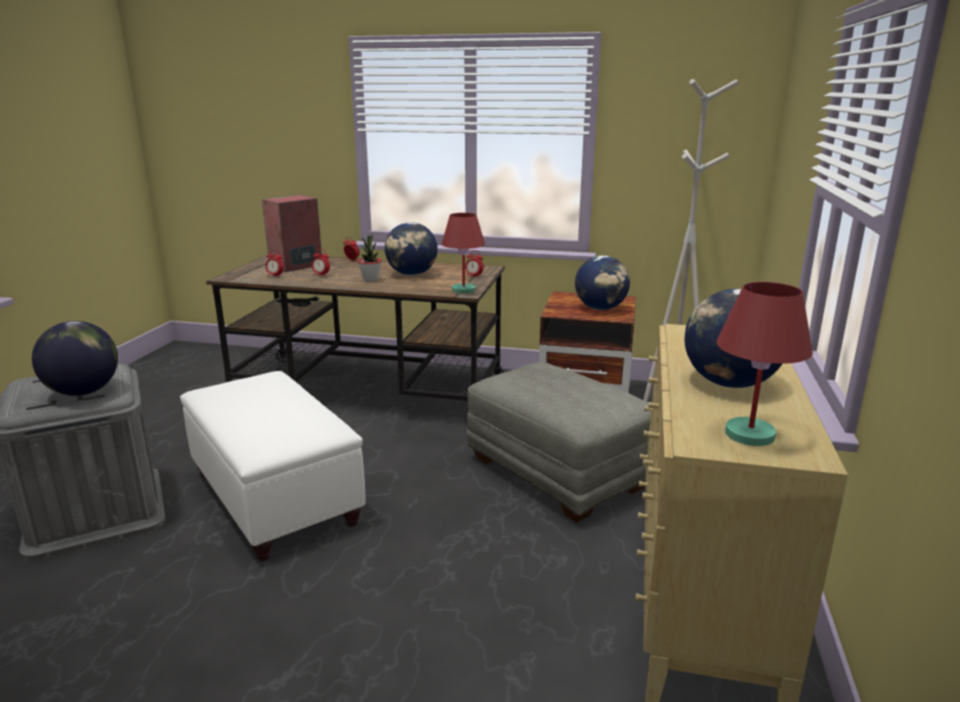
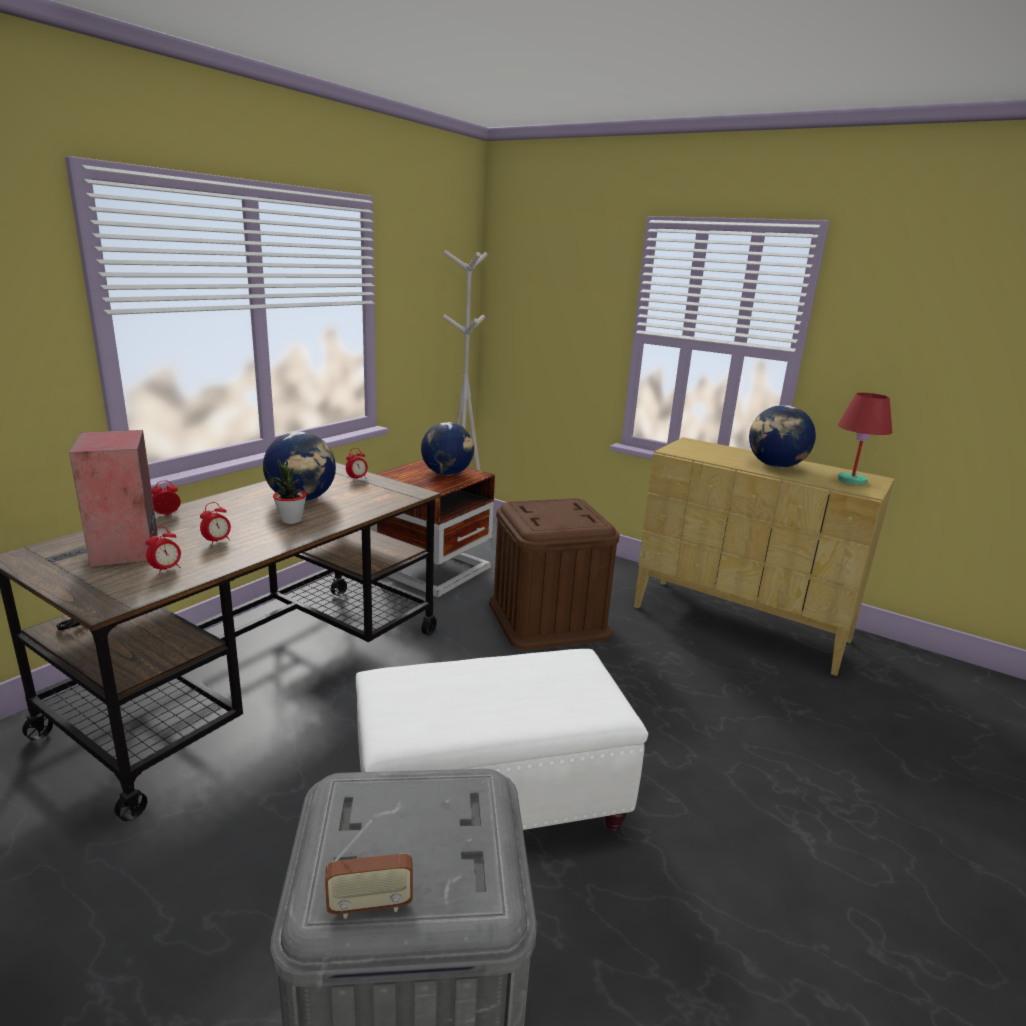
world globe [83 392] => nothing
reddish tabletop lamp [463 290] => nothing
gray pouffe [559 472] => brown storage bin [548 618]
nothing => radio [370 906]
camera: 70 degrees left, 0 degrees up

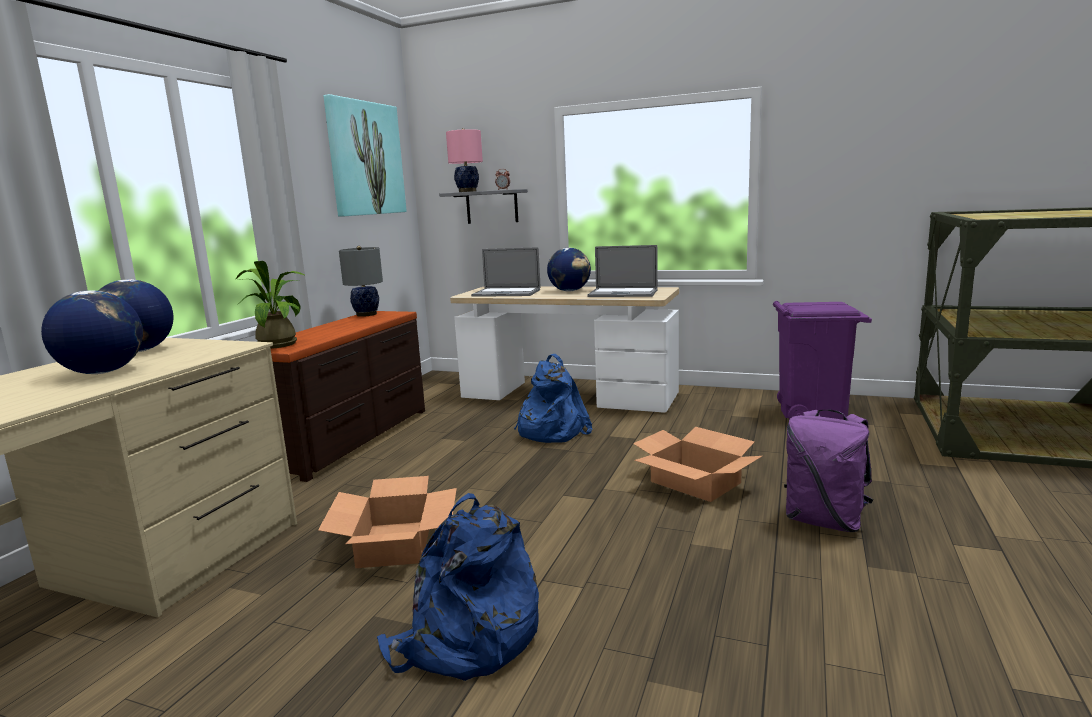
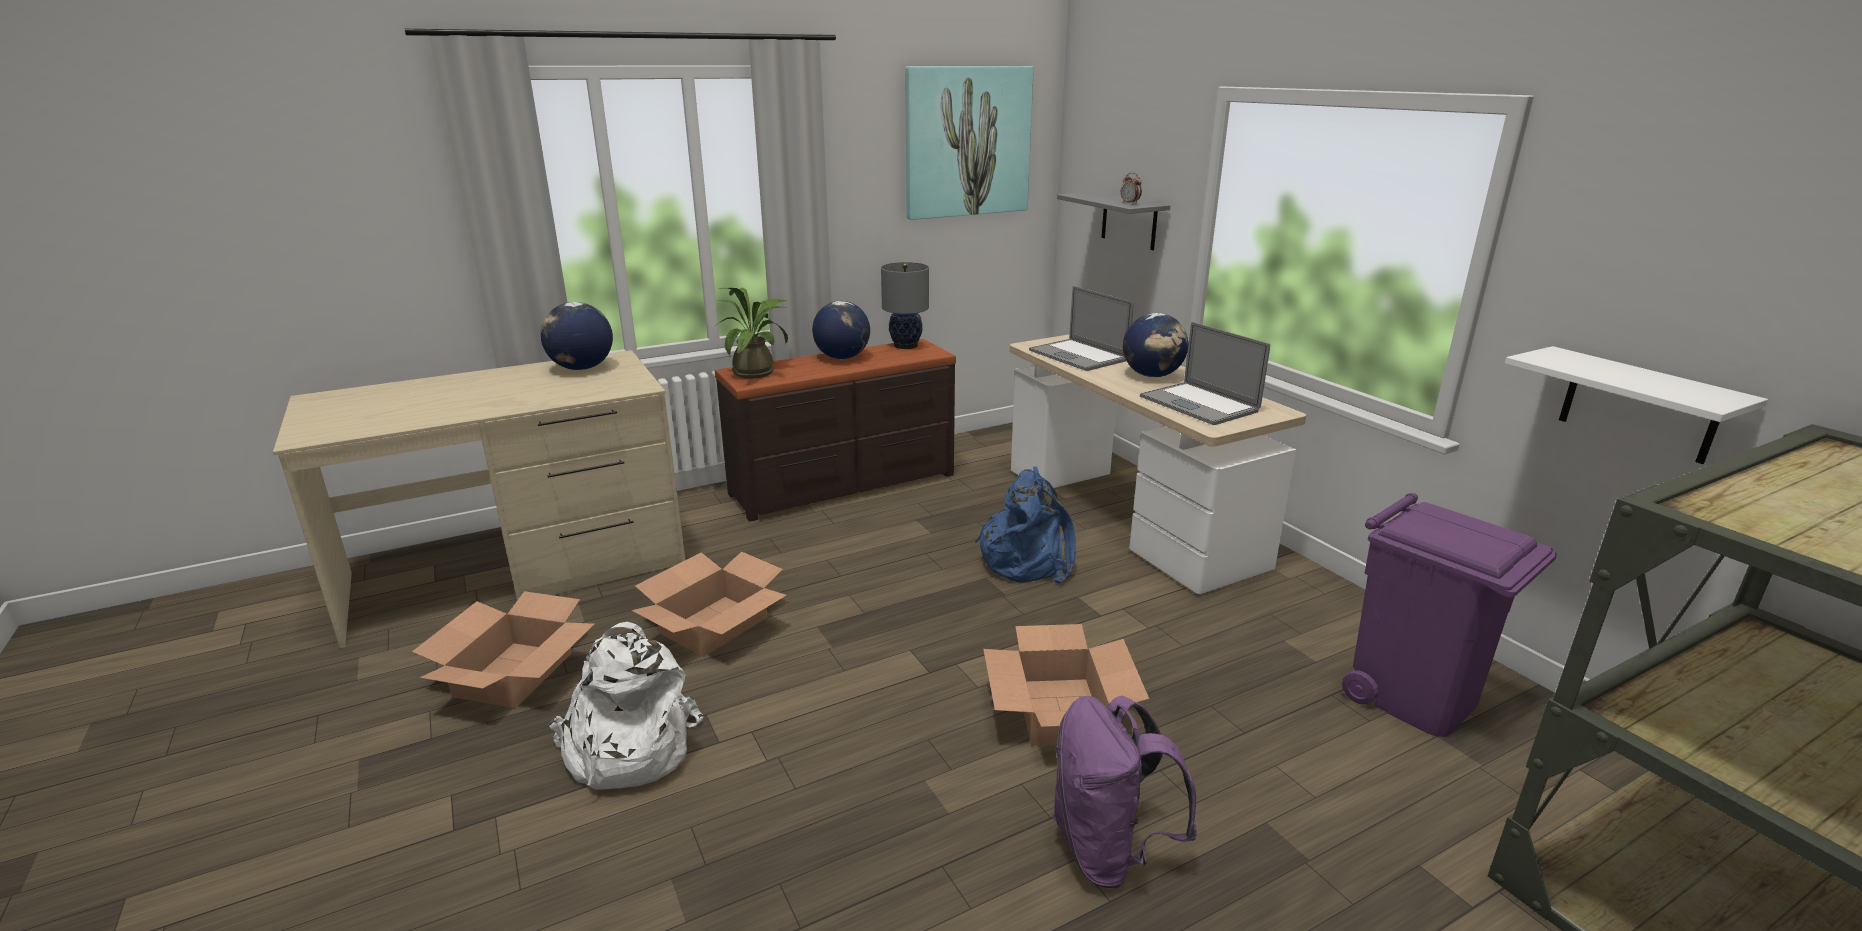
world globe [102 372] => world globe [842 357], shifted
bluish backpack [466 640] => white backpack [627 749]
pink-coloured tabletop lamp [467 191] => nothing
nothing => cardboard box [514 674]
nothing => white wall shelf [1639 405]
camera: 40 degrees right, 10 degrees up

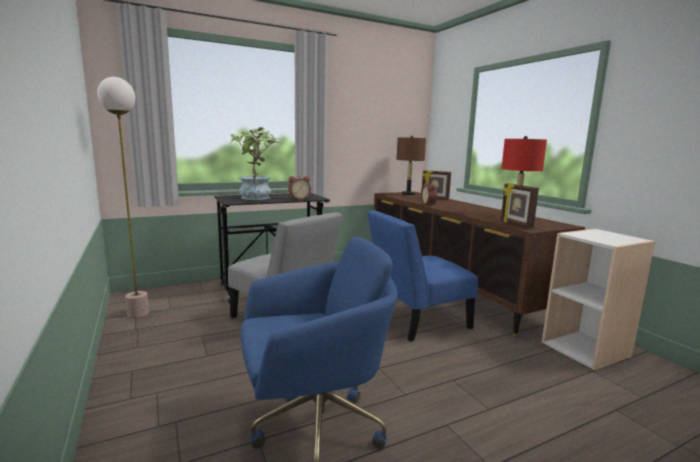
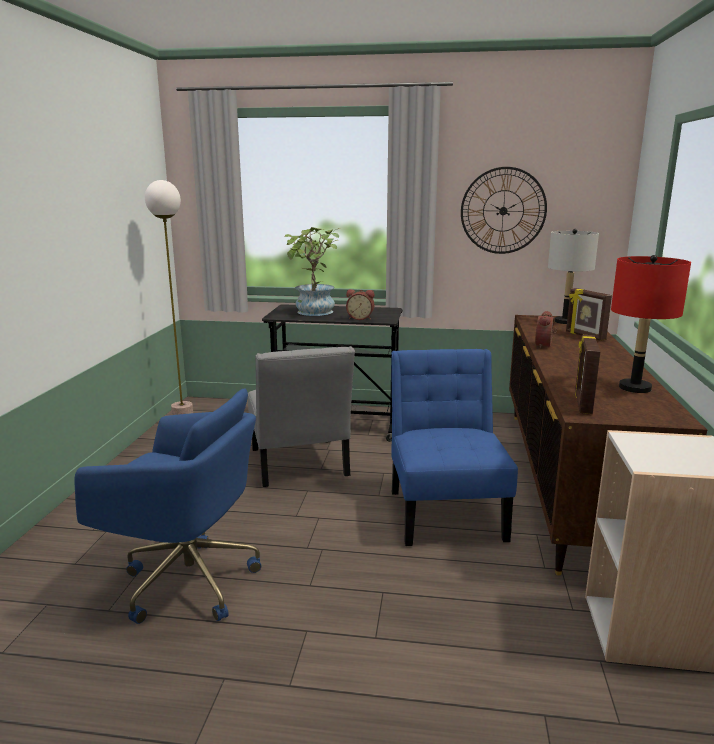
bluish chair [416 321] => bluish chair [445 511], 75 degrees clockwise
brown tabletop lamp [408 194] => gray tabletop lamp [565 321]
nothing => hanging clock [503 211]
camera: 35 degrees right, 5 degrees up

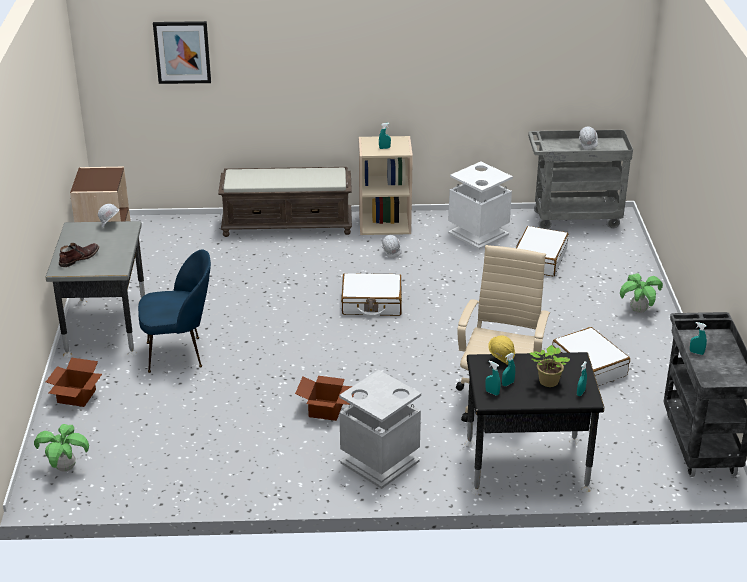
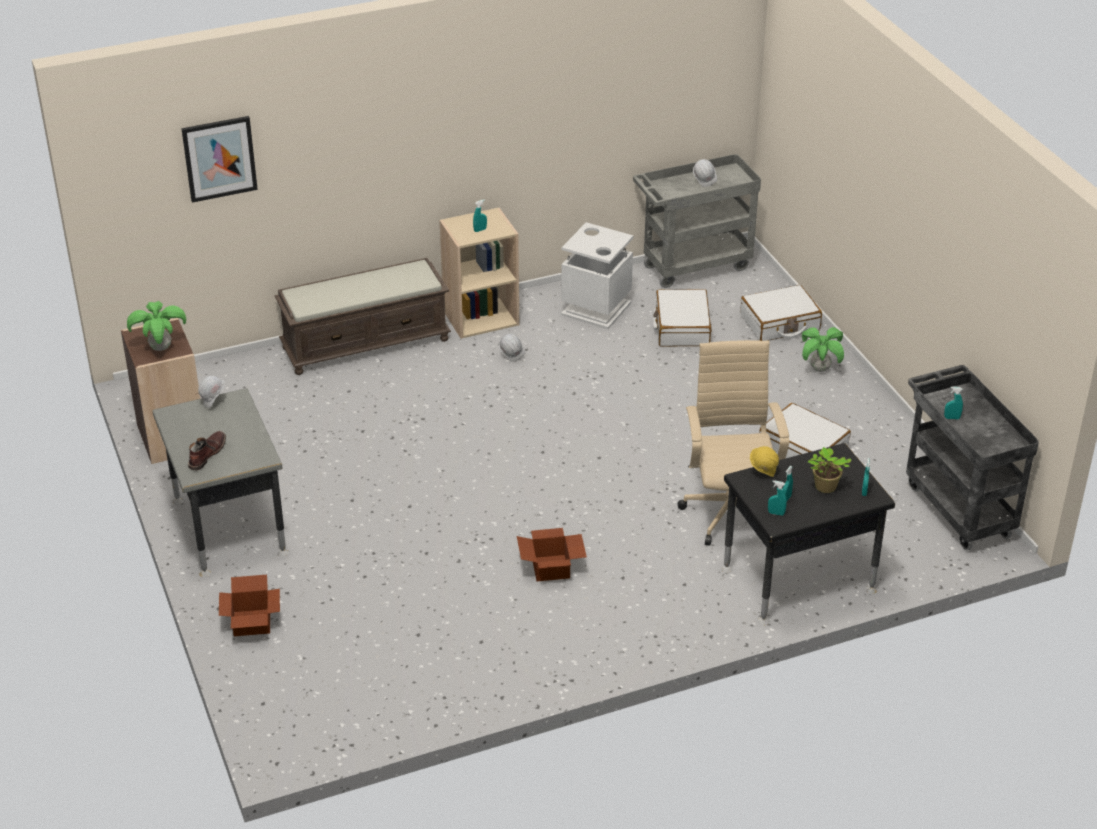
houseplant [66 468] => houseplant [161 348], shifted
bluish chair [180 354] => nothing
gray rubbish bin [379 462] => nothing
white travel case [371 303] => white travel case [779 323], shifted
camera: 20 degrees left, 5 degrees up

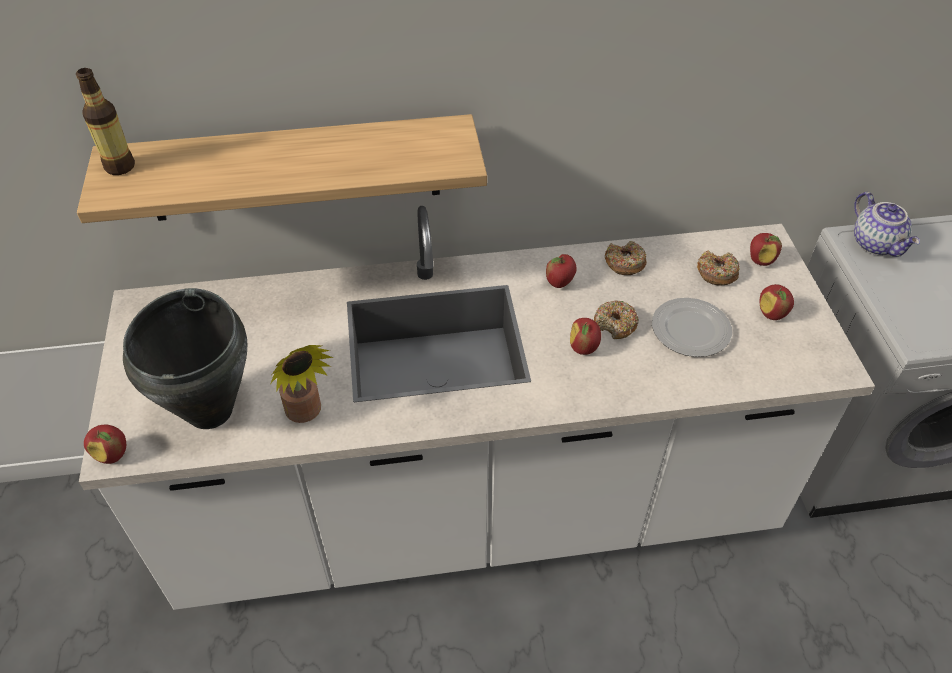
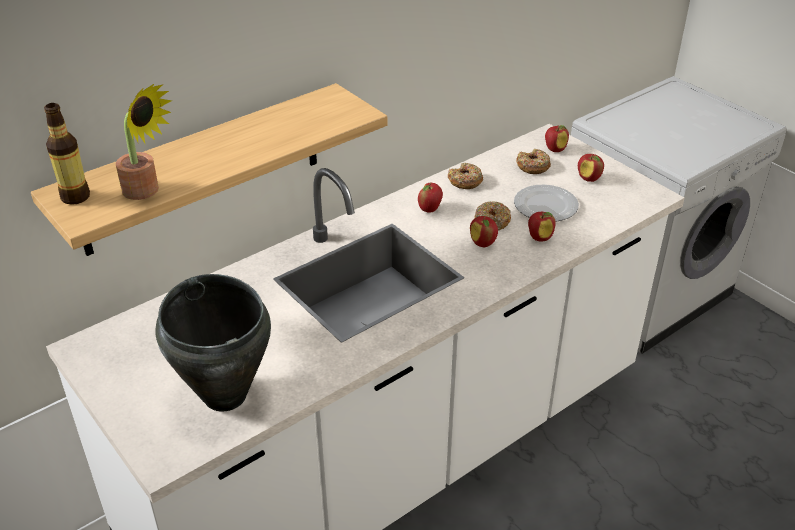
whole apple [112 454] => whole apple [539 237], shifted
houseplant [306 413] => houseplant [146 191], shifted
pot for tea [877 244] => nothing
camera: 30 degrees left, 10 degrees down

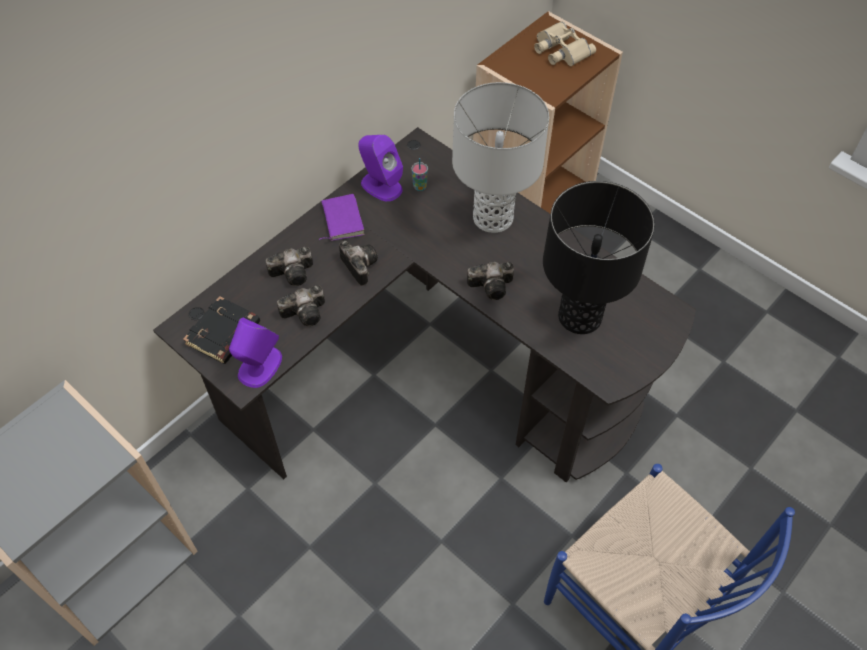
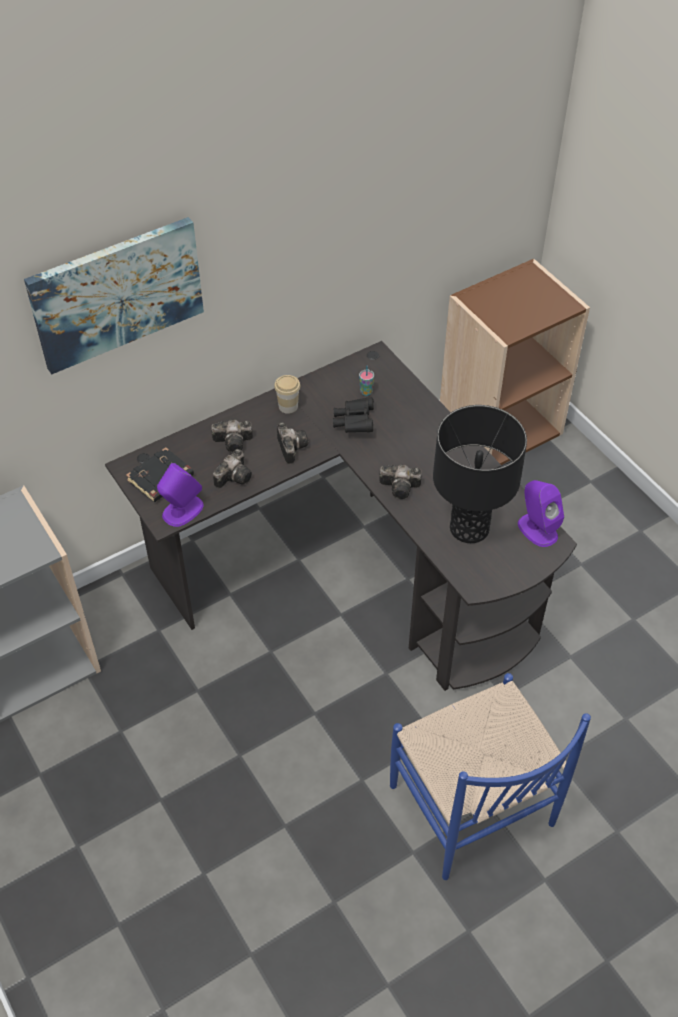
still camera [307 312] => still camera [235 476], 45 degrees counterclockwise
purple book [341 220] => cup [288 406]
purple audio speaker [381 186] => purple audio speaker [537 529], shifted
white tabletop lamp [493 218] => nothing
beige-coloured field glasses [560 50] => nothing
nothing => picture [117 293]
nothing => black-coloured field glasses [354 423]
camera: 15 degrees right, 5 degrees down

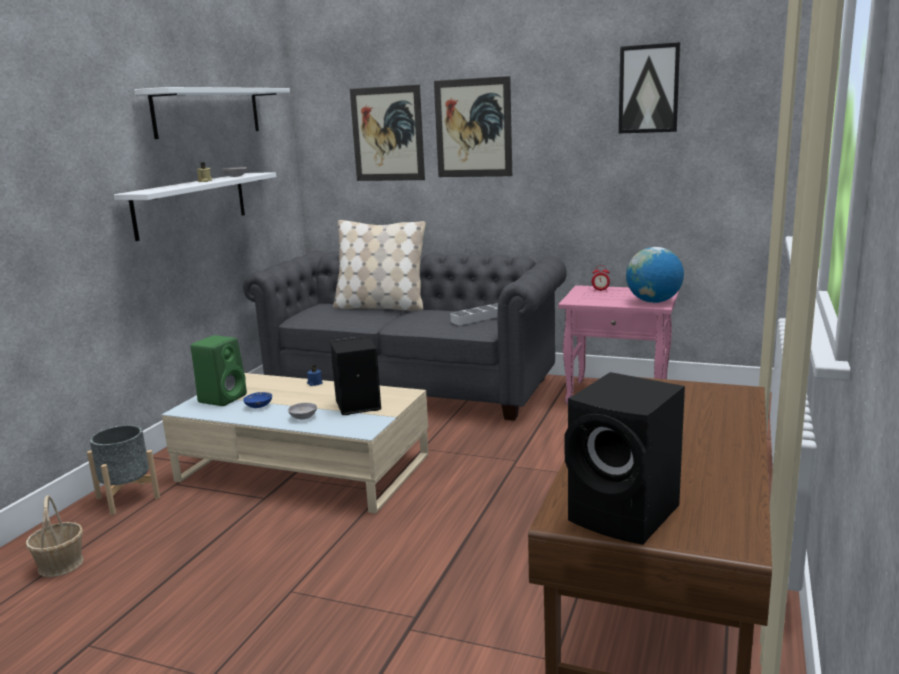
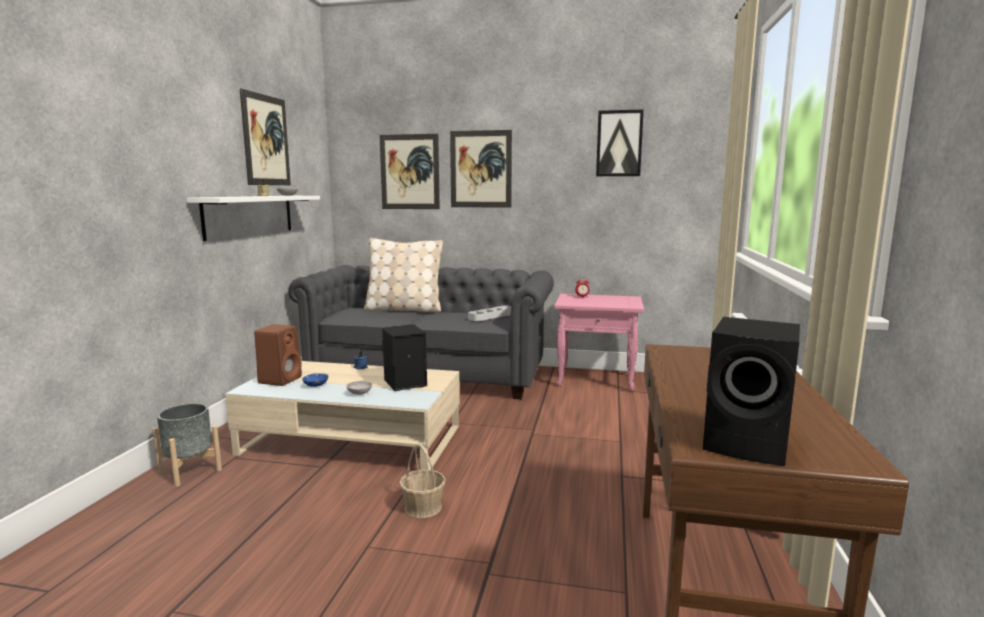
storage basket [61 564] => storage basket [423 507], shifted
white wall shelf [208 112] => picture [266 140]
greenish audio speaker [223 398] => brown audio speaker [280 379]
world globe [653 302] => nothing
camera: 10 degrees left, 5 degrees down

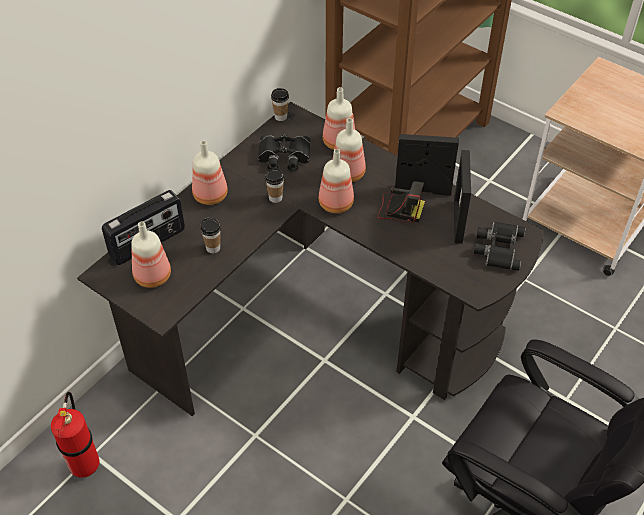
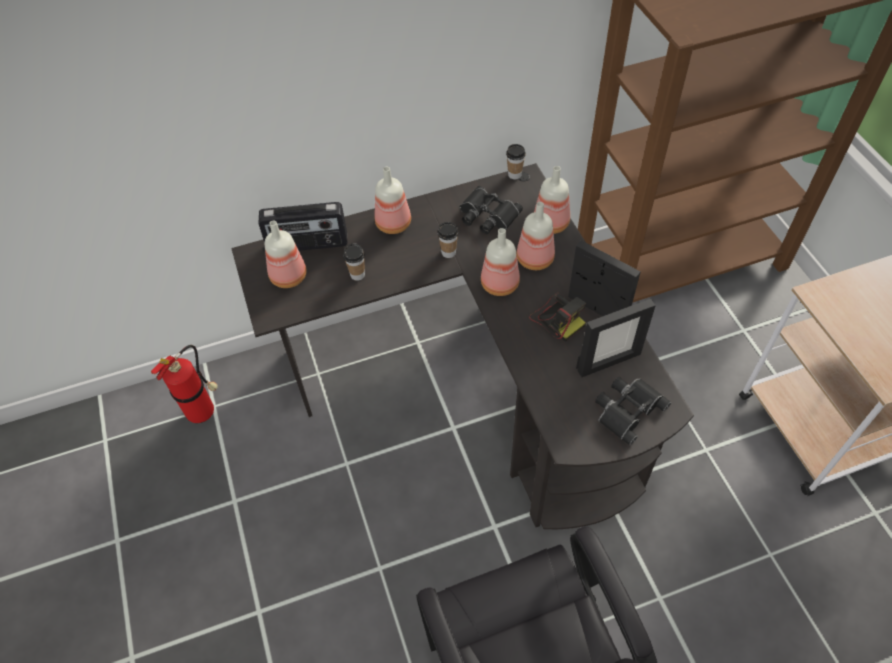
photo frame [459 222] => photo frame [608 361], 150 degrees counterclockwise
camera: 35 degrees right, 5 degrees up

